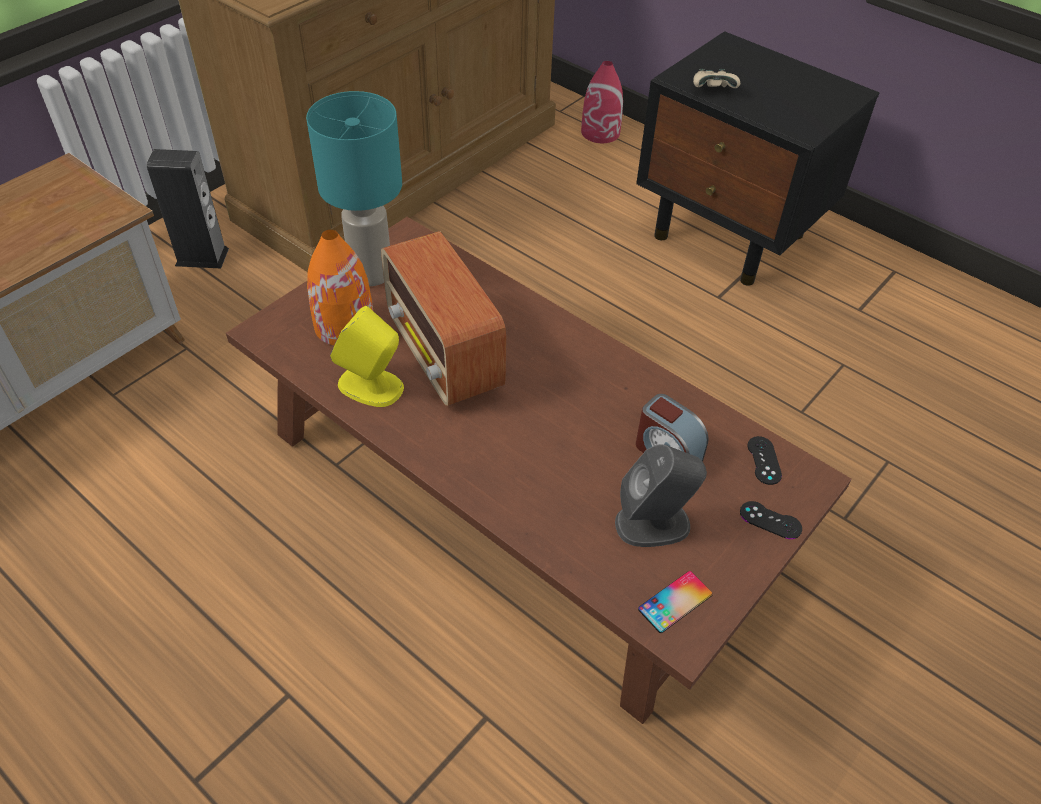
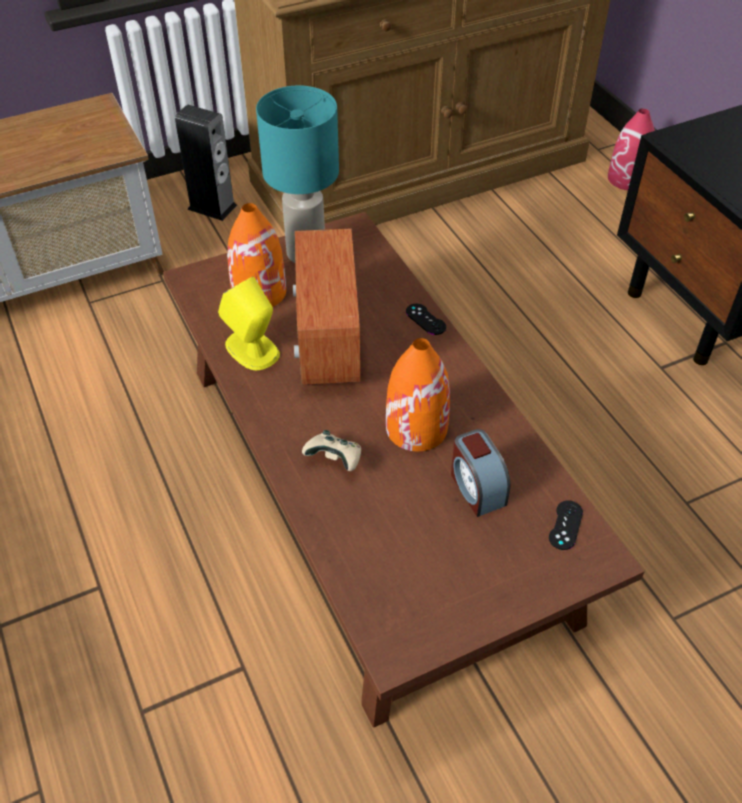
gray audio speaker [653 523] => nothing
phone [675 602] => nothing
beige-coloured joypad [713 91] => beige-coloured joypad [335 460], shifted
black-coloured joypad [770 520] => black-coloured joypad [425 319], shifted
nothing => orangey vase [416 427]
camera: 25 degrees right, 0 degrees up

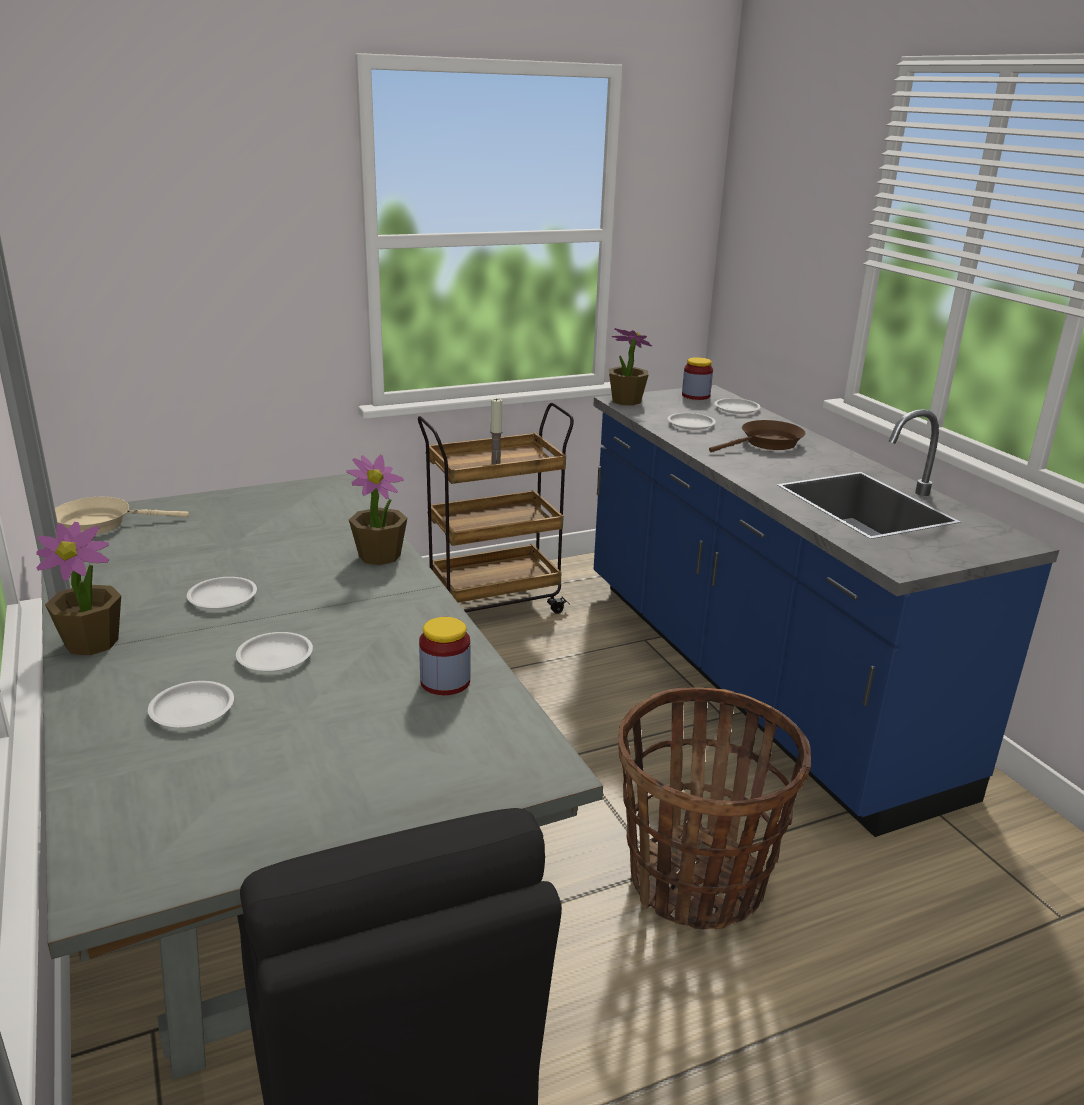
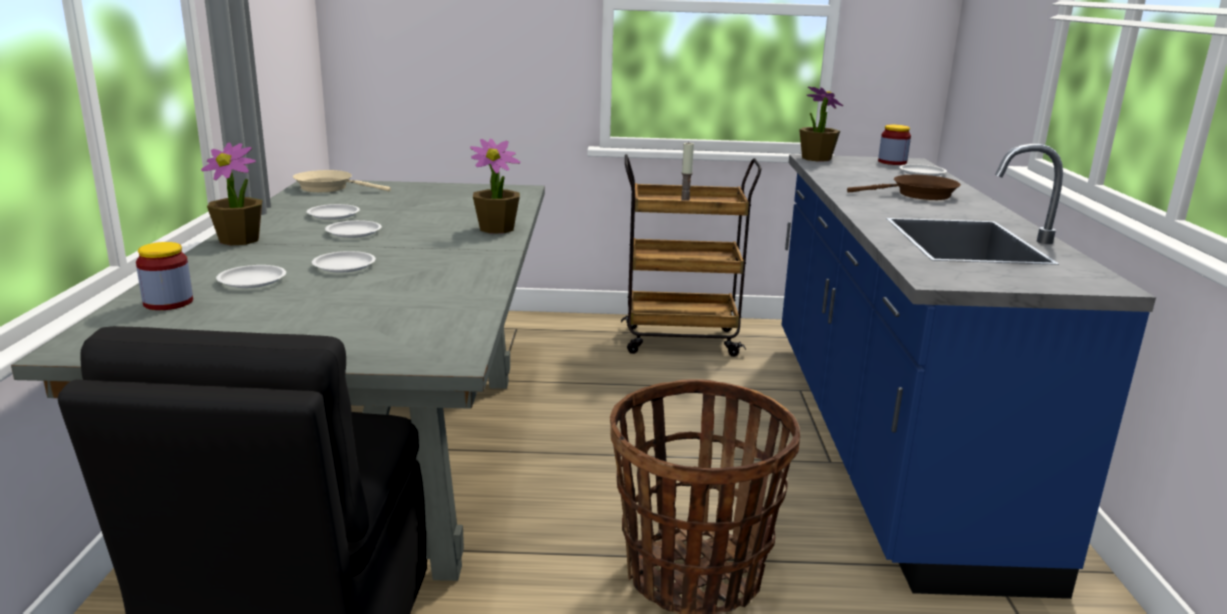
preserve jar [445 682] => preserve jar [168 302], shifted
white dinner plate [690 424] => white dinner plate [333 215], shifted
camera: 25 degrees right, 5 degrees down

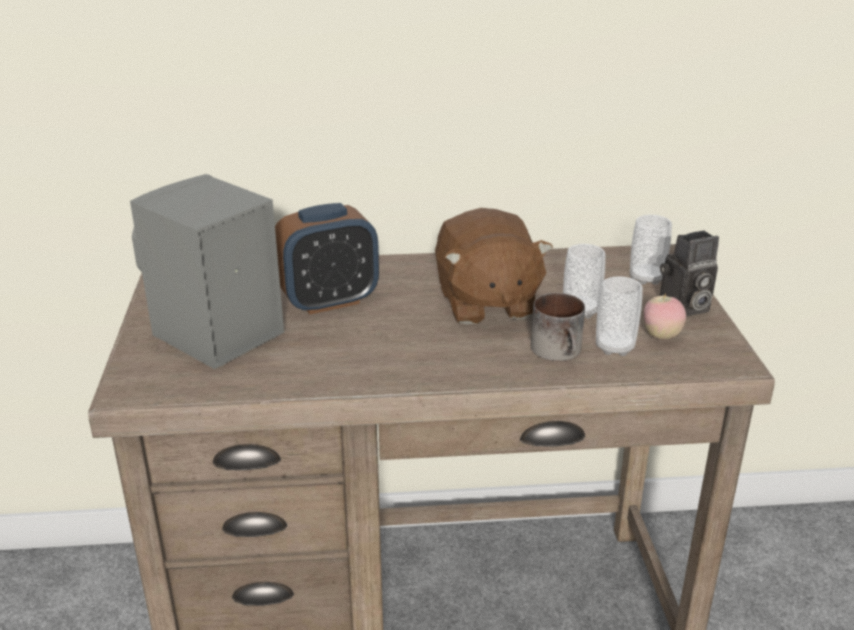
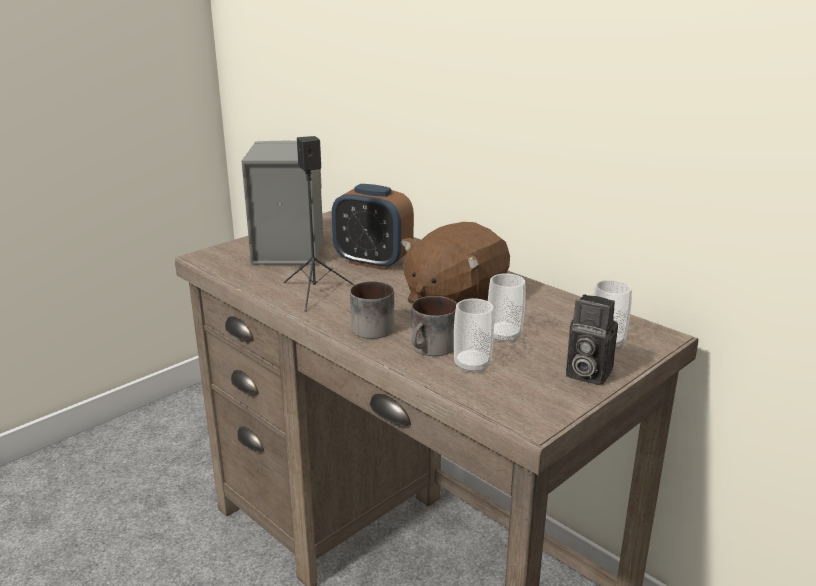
whole apple [661 336] => nothing
nothing => black-coloured audio speaker [315 293]
nothing => mug [374 326]
camera: 50 degrees right, 5 degrees down

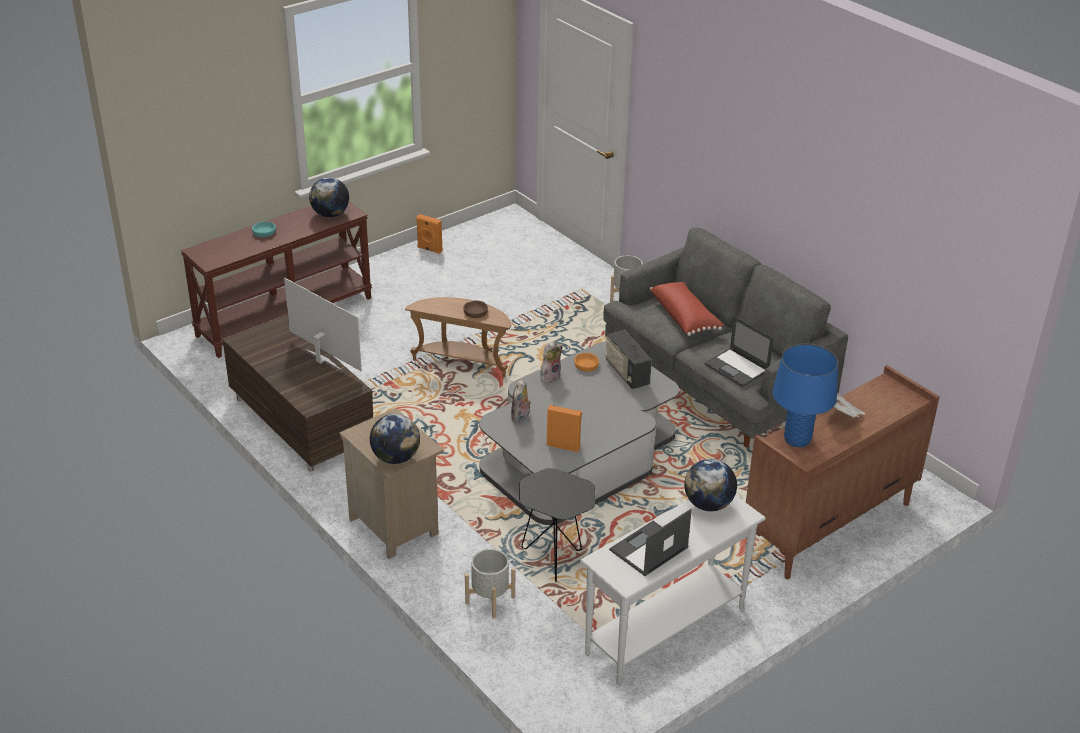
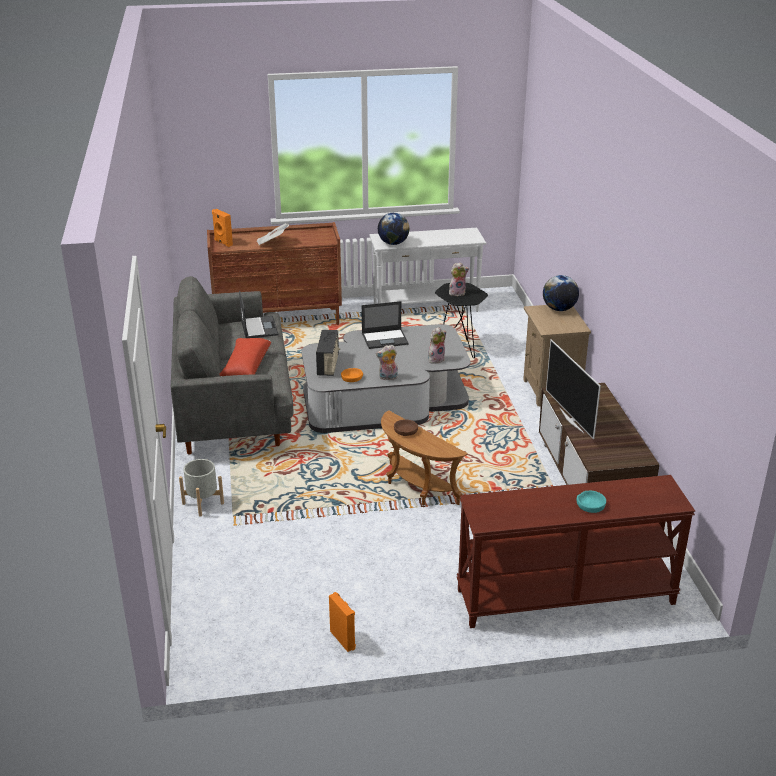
world globe [330 214] => nothing
gray flower pot [490 600] => nothing
orangey audio speaker [563 446] => orangey audio speaker [223 243], shifted
portable computer [648 549] => portable computer [385 339], shifted
bluish tabletop lamp [797 439] => nothing
nothing => soft toy [457 292]
camera: 150 degrees left, 5 degrees down

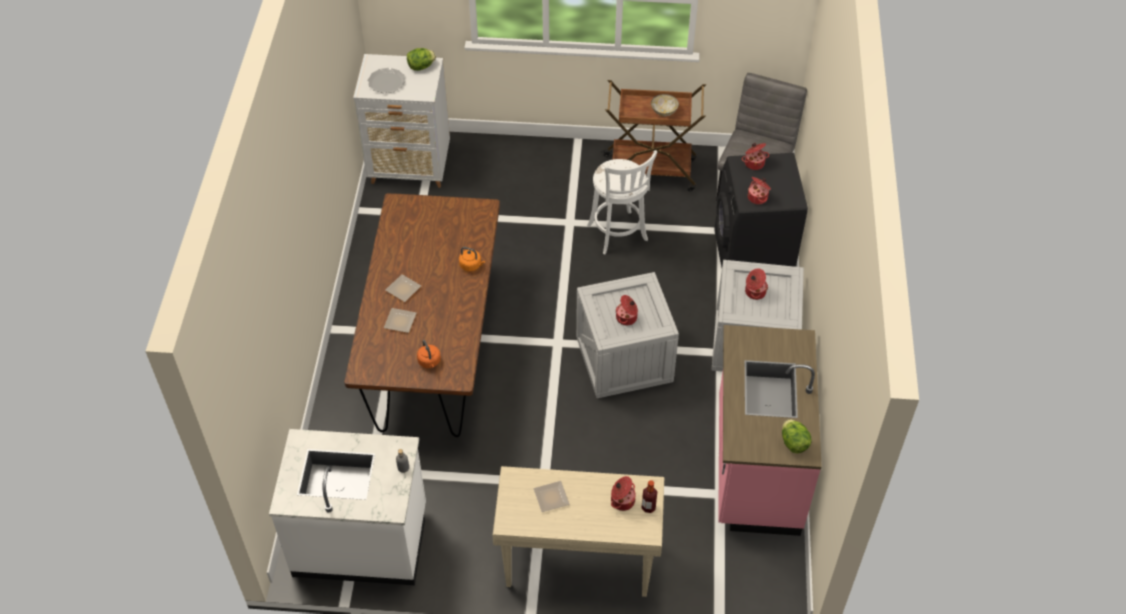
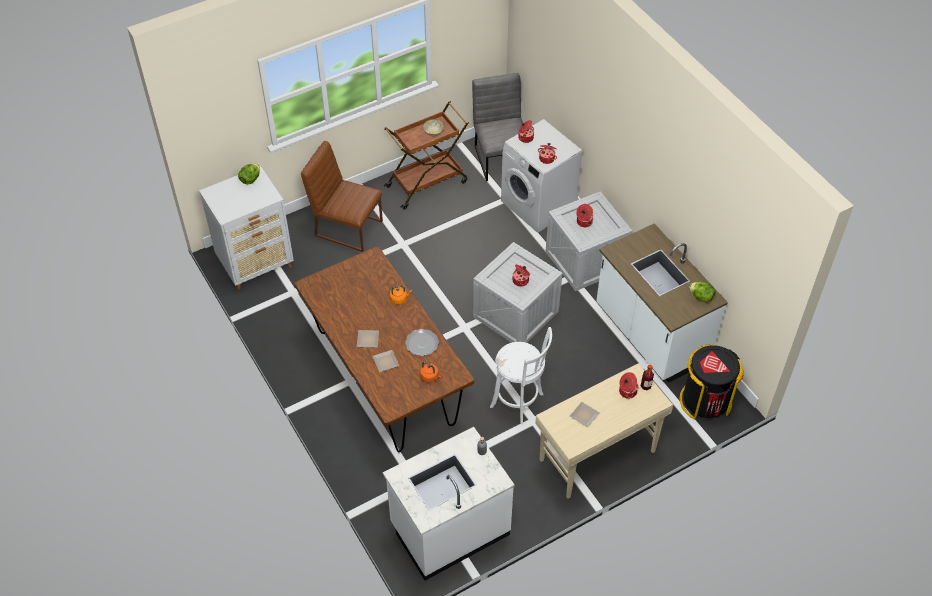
dinner plate [386 82] => dinner plate [422 343], shifted
white sitting stool [618 235] => white sitting stool [519 402], shifted
black-coloured laundry appliance [751 255] => white laundry appliance [537 205]
pink-coloured kitchen base unit [755 466] => white kitchen base unit [650 335]
nothing => brown chair [347 227]
nothing => black-coloured rubbish bin [705 400]
camera: 35 degrees left, 0 degrees up

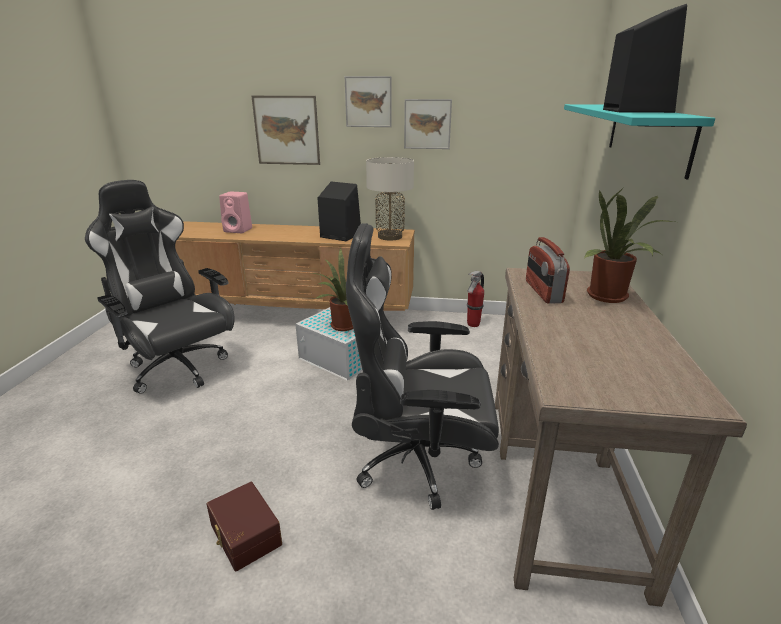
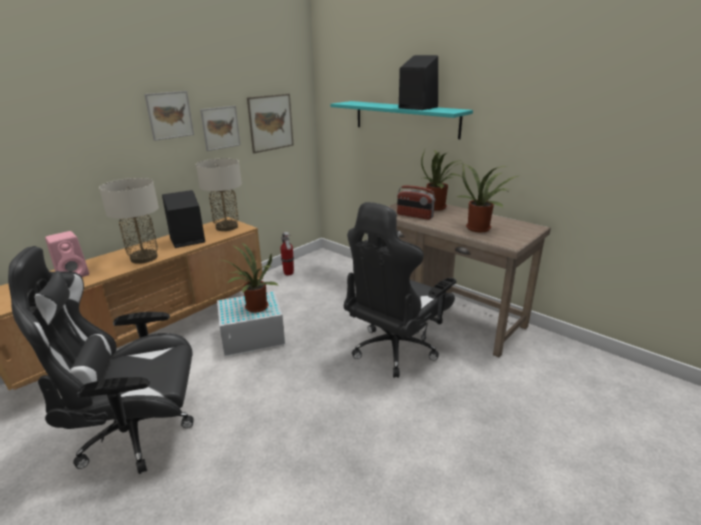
brown storage bin [244 535] => nothing
picture [286 130] => picture [271 122], shifted
nothing => tabletop lamp [144 258]
nothing => houseplant [480 228]
camera: 55 degrees left, 0 degrees up

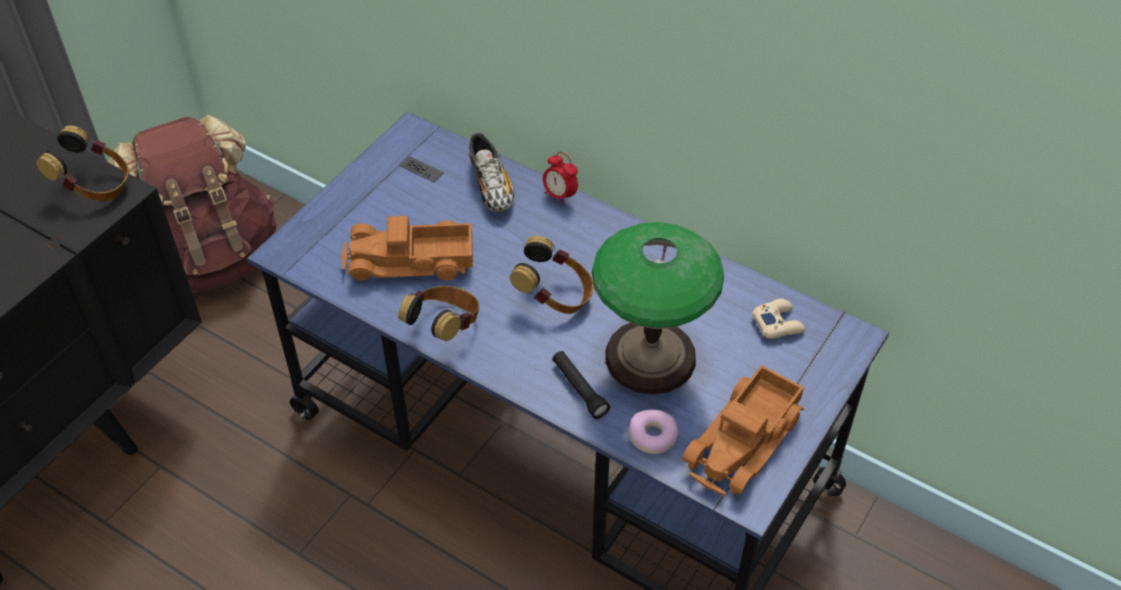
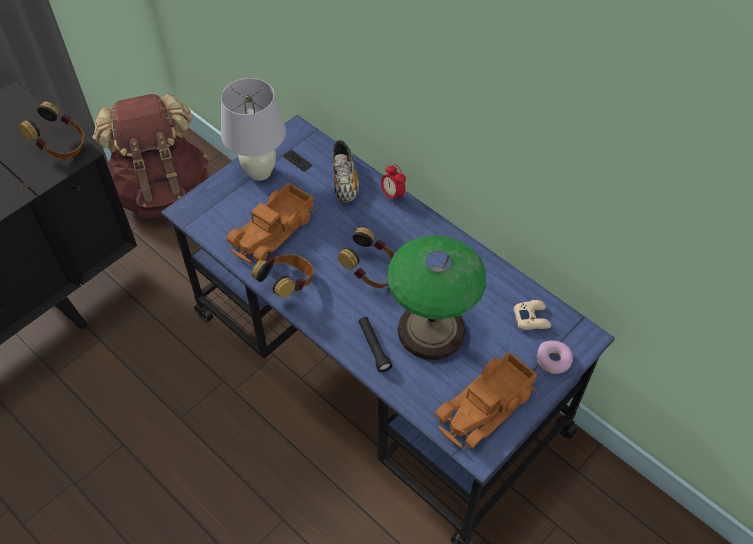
toy truck [410 262] => toy truck [274 231], 60 degrees counterclockwise
ring doughnut [653 437] => ring doughnut [553 360], shifted
nothing => white tabletop lamp [259 172]
camera: 10 degrees right, 5 degrees up

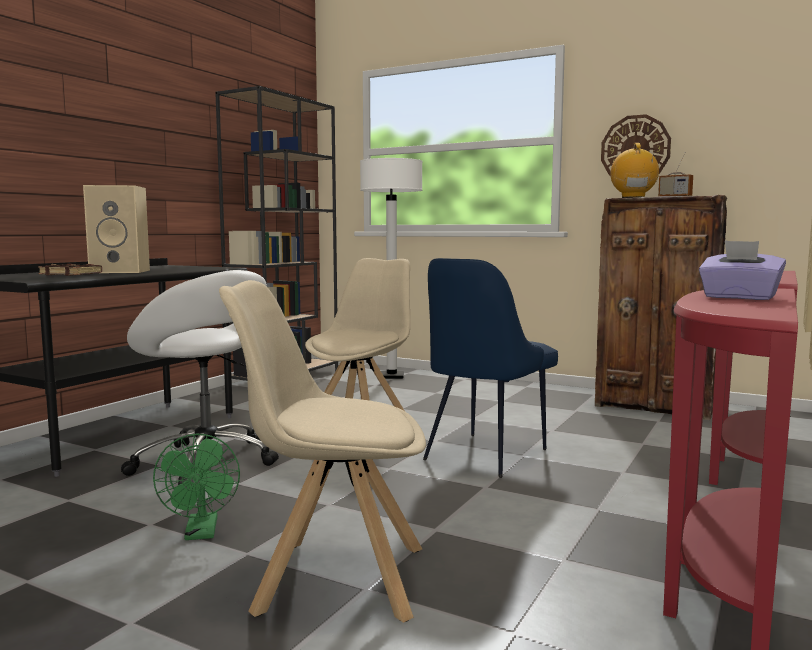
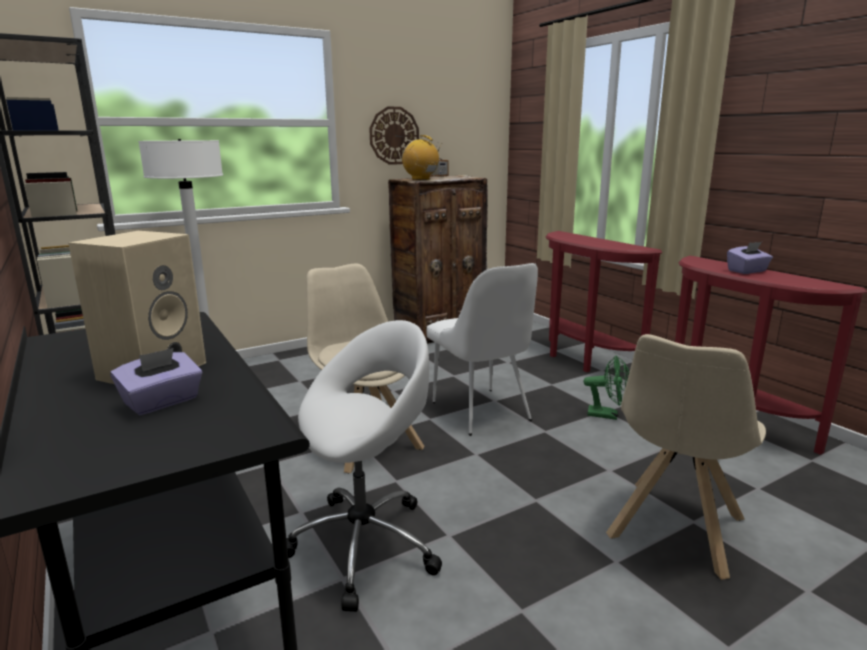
brown book [72 274] => purple box of tissues [162 402]
greenish cooling fan [201 533] => greenish cooling fan [607 415], shifted
bluish chair [485 455] => white chair [482 411]
camera: 60 degrees left, 10 degrees up

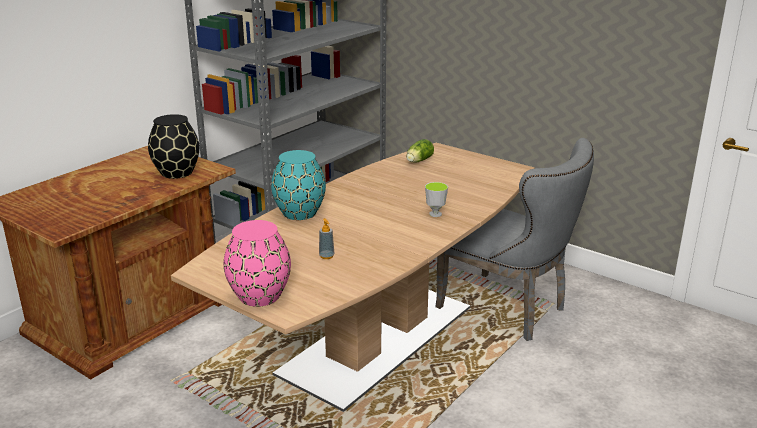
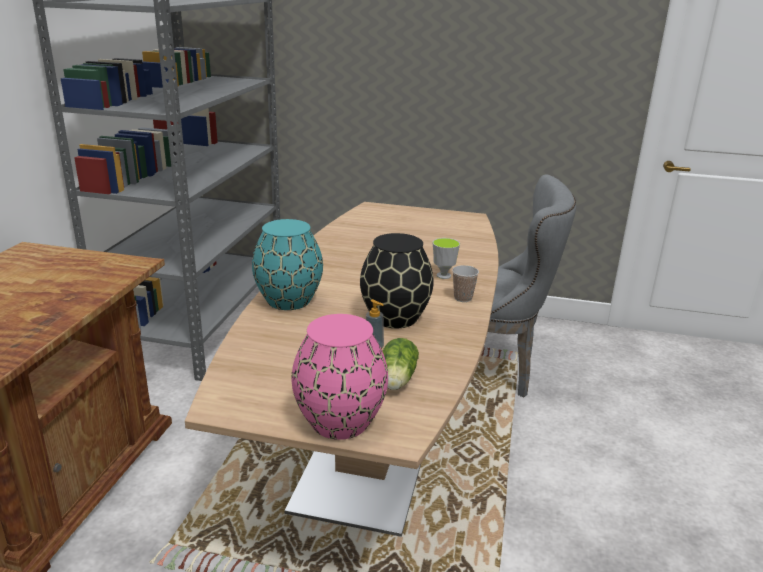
black-coloured vase [177 172] => black-coloured vase [395 317], shifted
head of lettuce [418 161] => head of lettuce [396 380], shifted
nothing => cup [463 298]
camera: 25 degrees left, 0 degrees up

